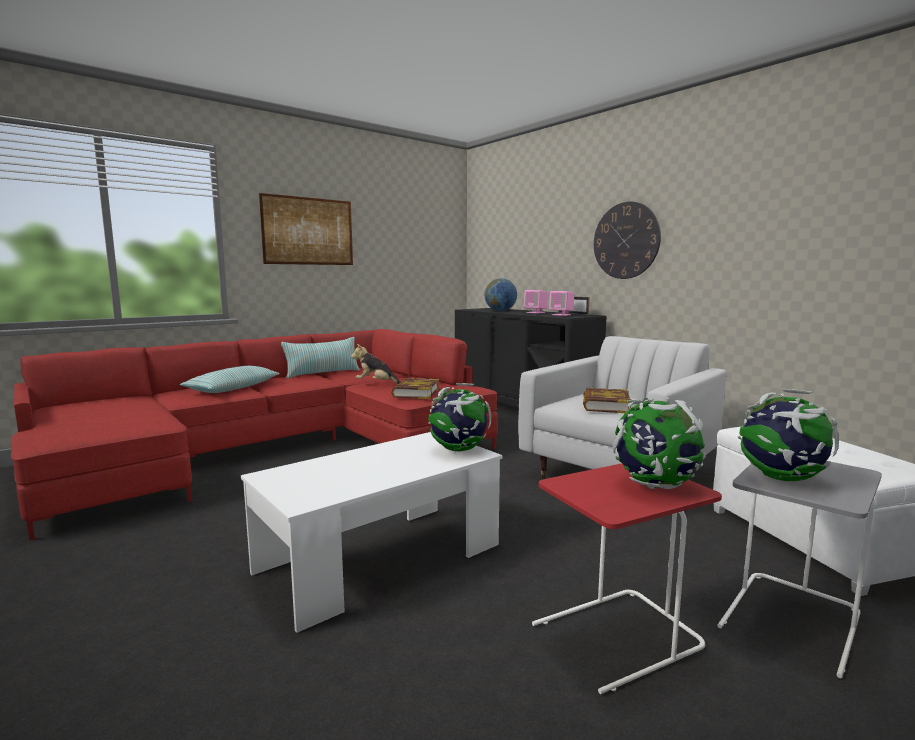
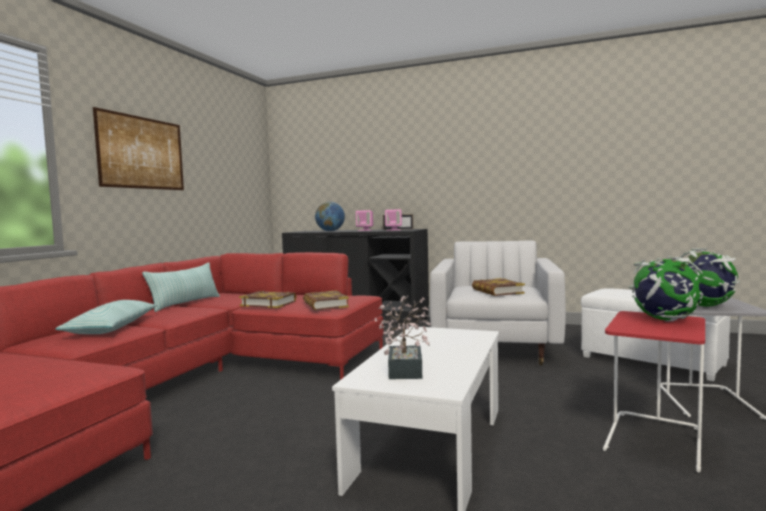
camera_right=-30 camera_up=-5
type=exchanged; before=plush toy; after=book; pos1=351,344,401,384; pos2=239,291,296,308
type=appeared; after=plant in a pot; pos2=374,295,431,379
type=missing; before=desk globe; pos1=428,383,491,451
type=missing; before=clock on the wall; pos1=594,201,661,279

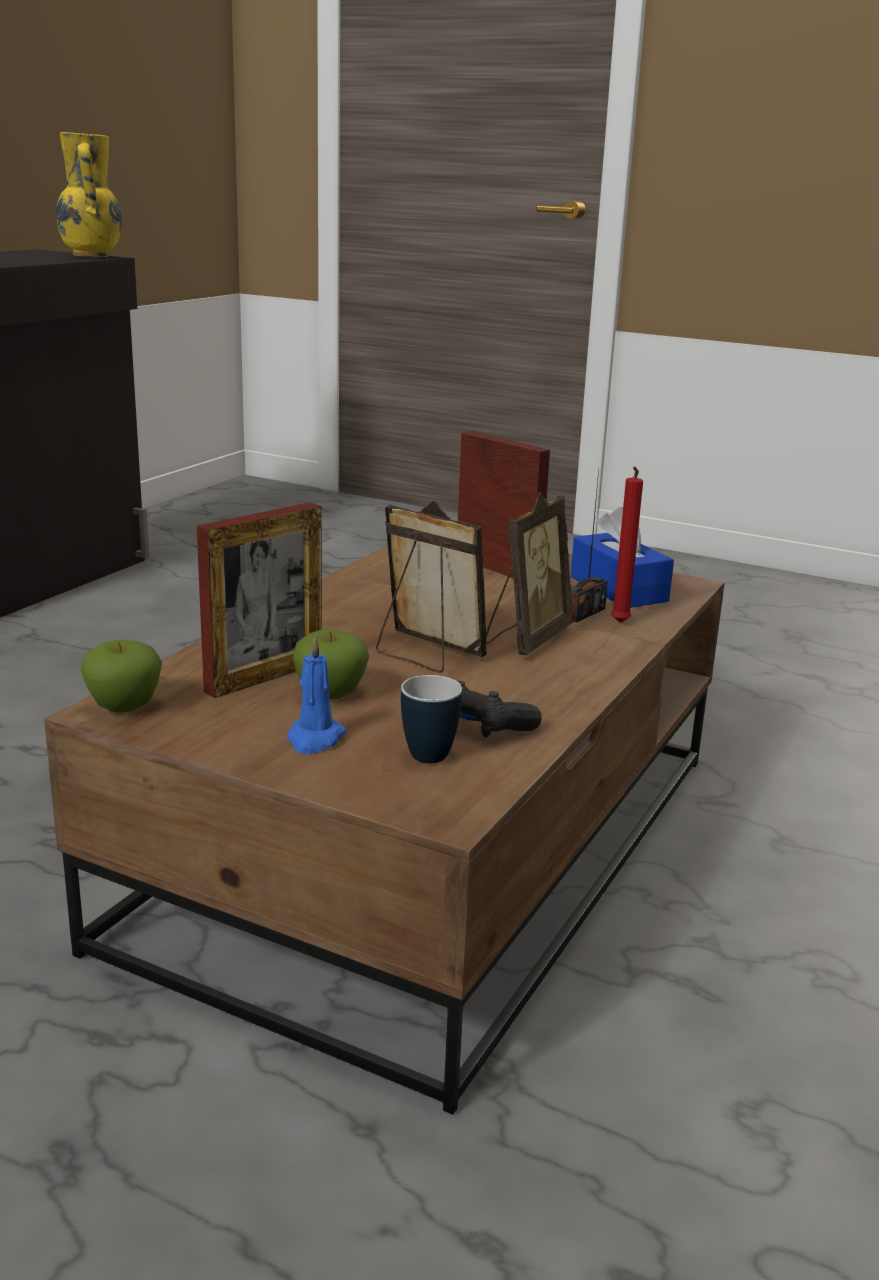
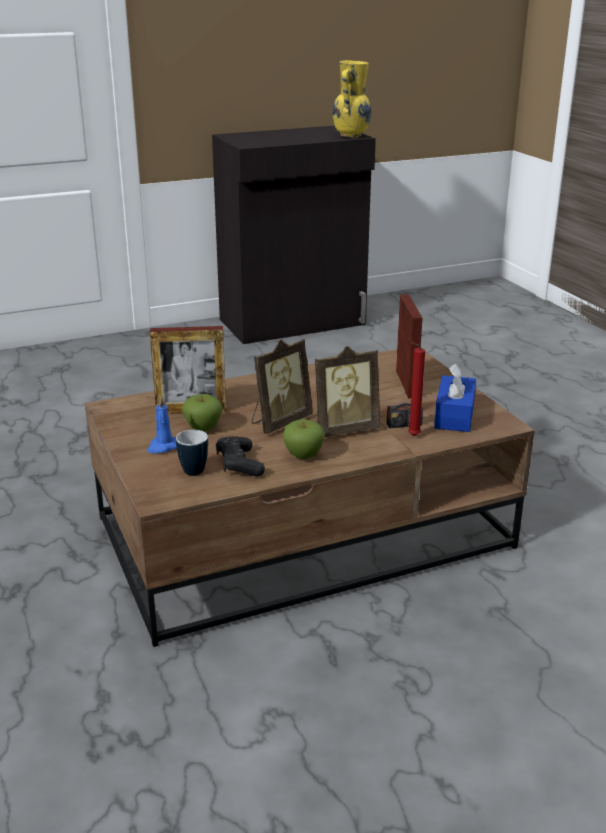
camera_right=40 camera_up=5
type=spun; before=photo frame; pos1=376,500,487,673; pos2=251,339,313,434; turn=60
type=relocated; before=whole apple; pos1=81,640,162,713; pos2=282,419,325,459

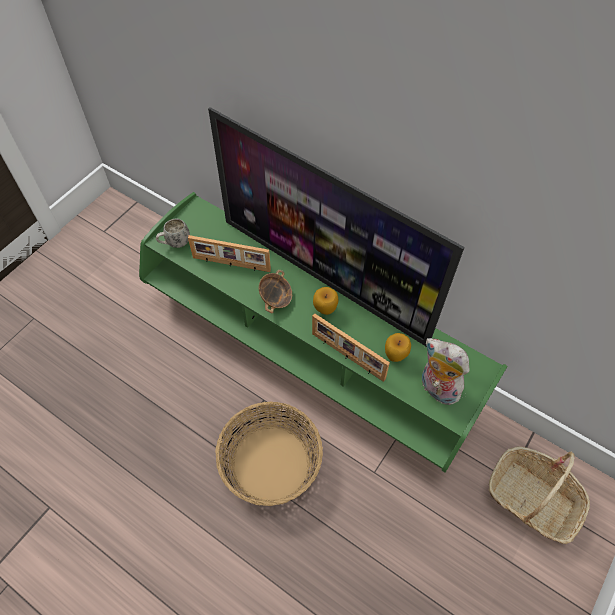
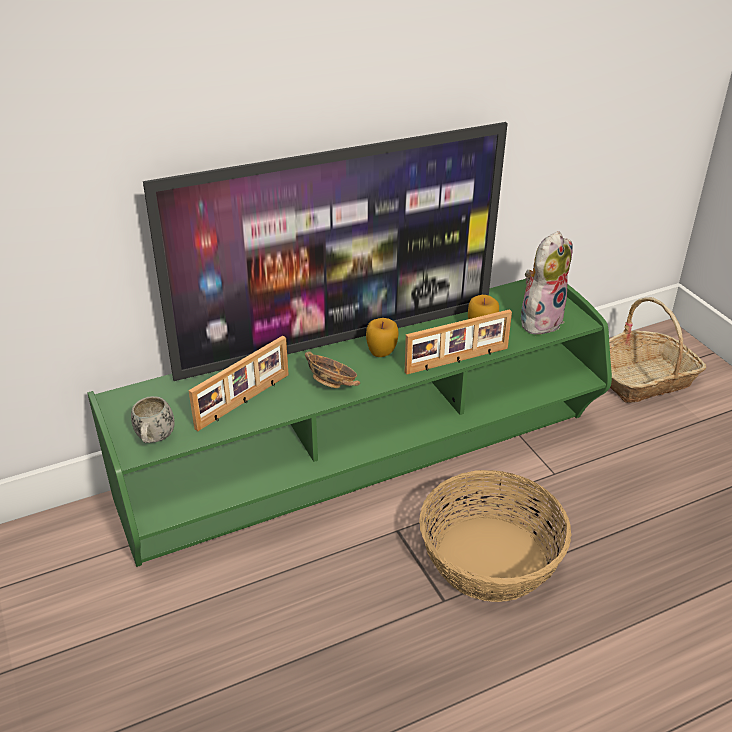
camera_right=-60 camera_up=-20
type=spun; before=plush toy; pos1=422,338,469,405; pos2=521,231,573,335; turn=150

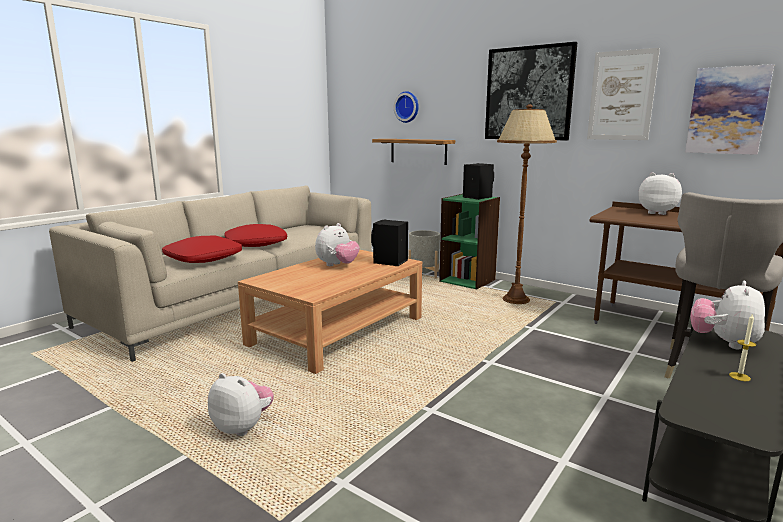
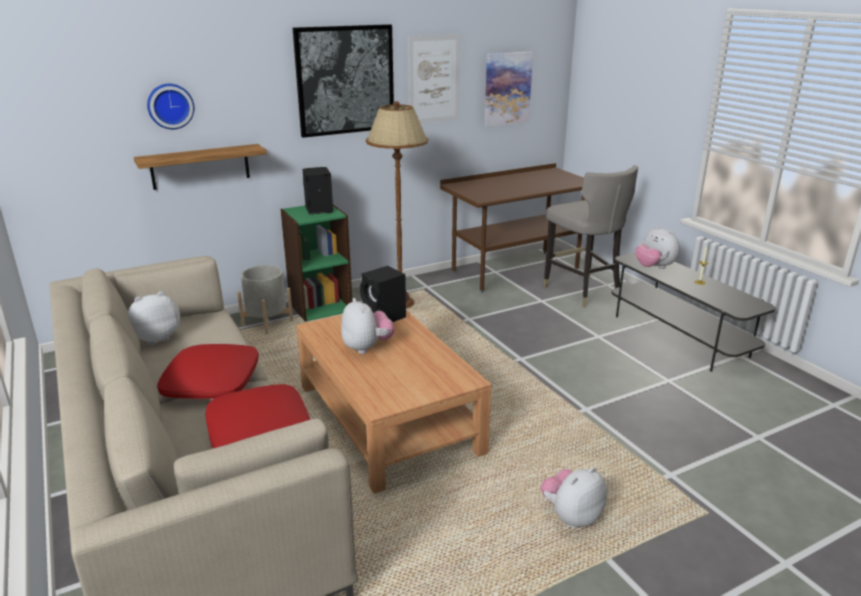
camera_right=-65 camera_up=10
type=relocated; before=plush toy; pos1=638,172,682,215; pos2=127,291,180,345

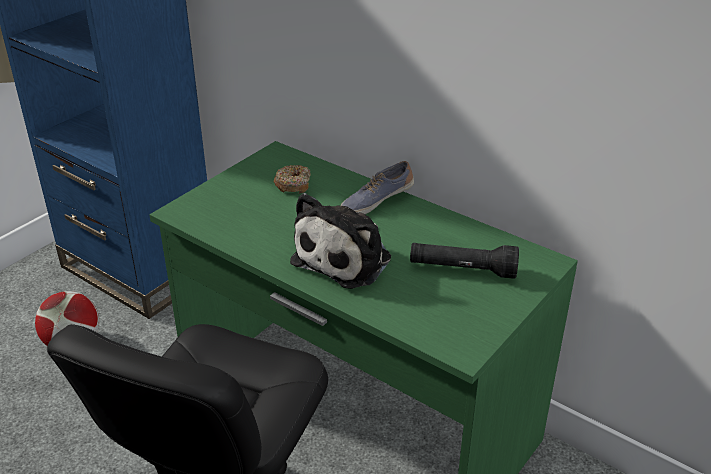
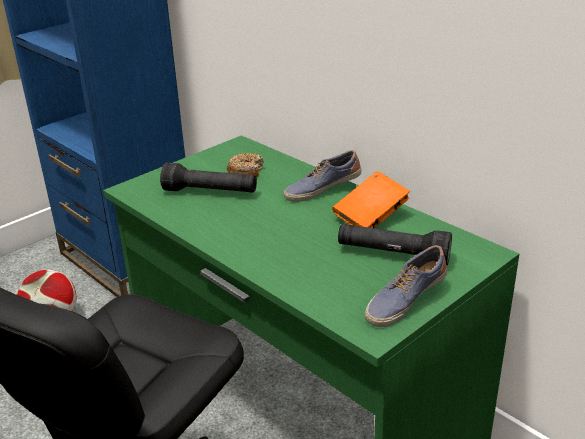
camera_right=10 camera_up=-5
type=appeared; after=hand torch/black; pos2=160,162,257,193
type=appeared; after=book/orangey; pos2=332,171,410,228
type=appeared; after=low shoe; pos2=365,245,447,327
type=missing; before=plush toy; pos1=290,193,391,289

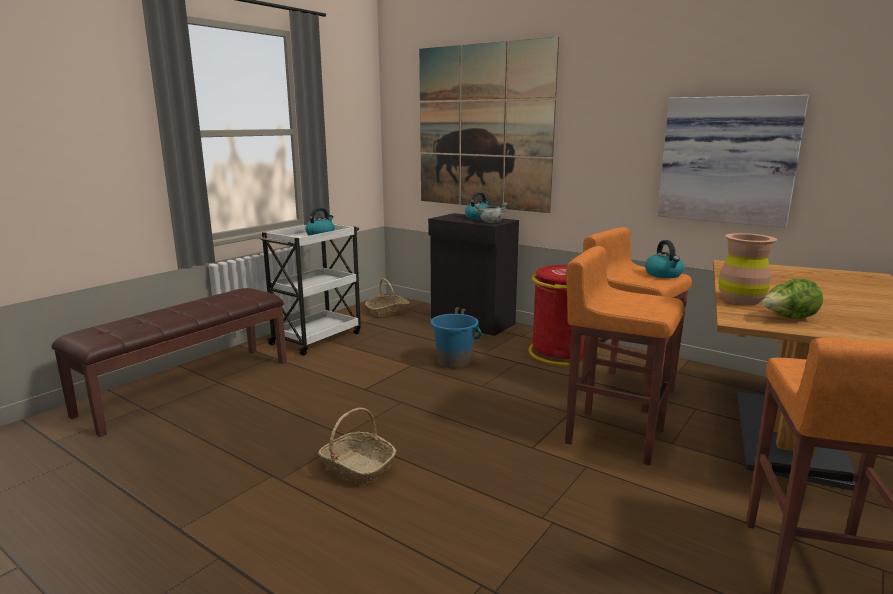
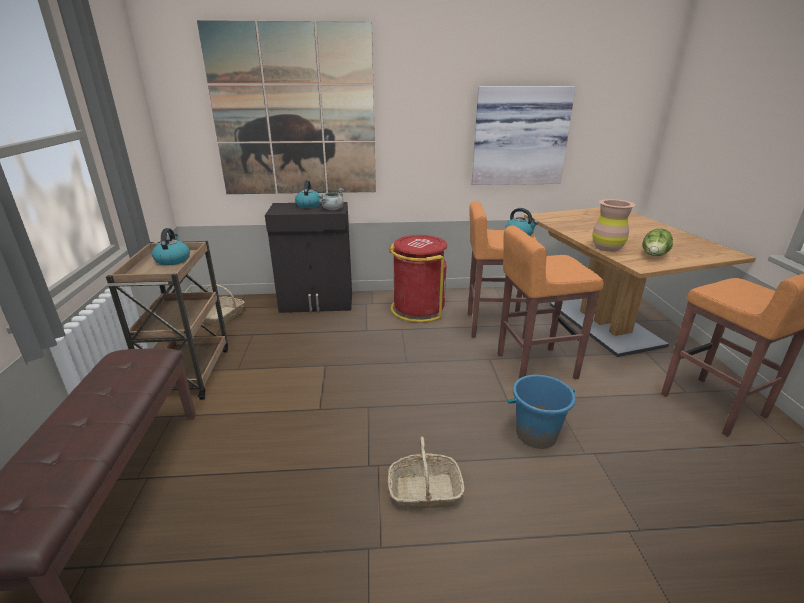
camera_right=-40 camera_up=10
type=colour; before=trolley/whitish; after=trolley/brownish; pos1=258,224,361,356; pos2=106,241,228,400
type=relocated; before=bucket/blue-coloured; pos1=430,314,482,369; pos2=507,375,576,449

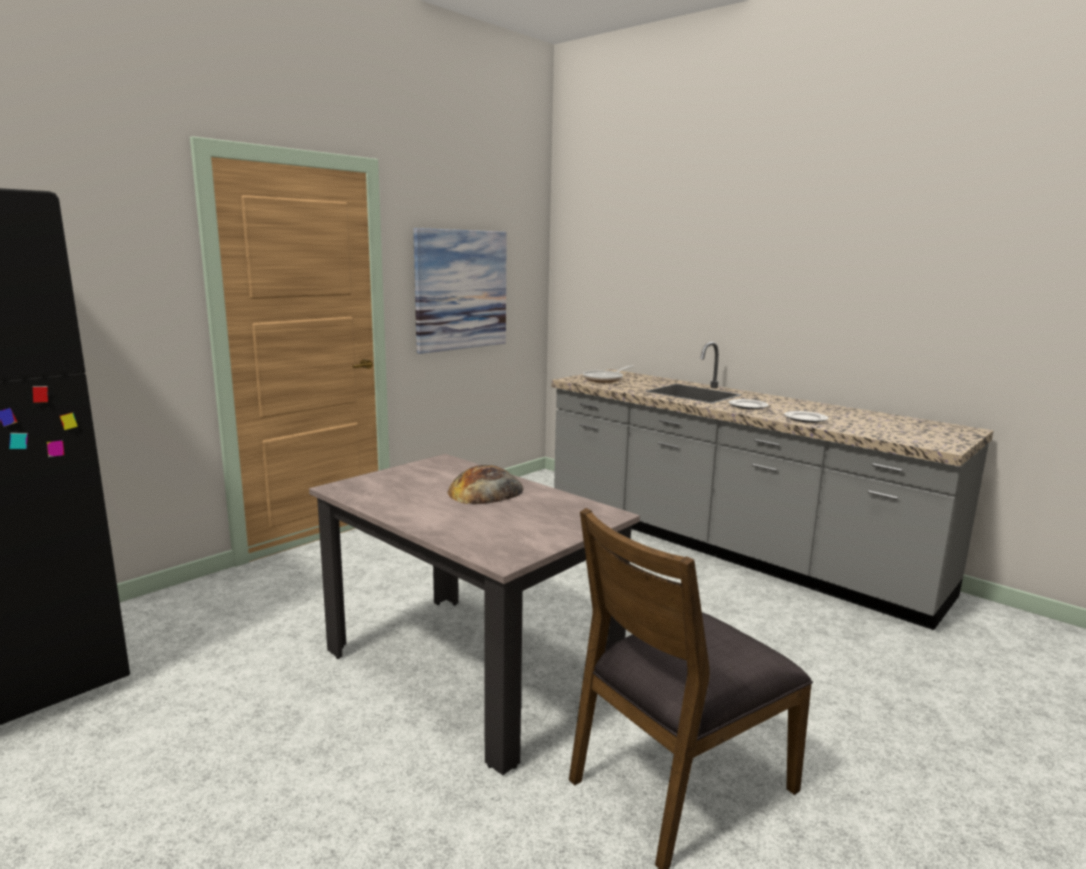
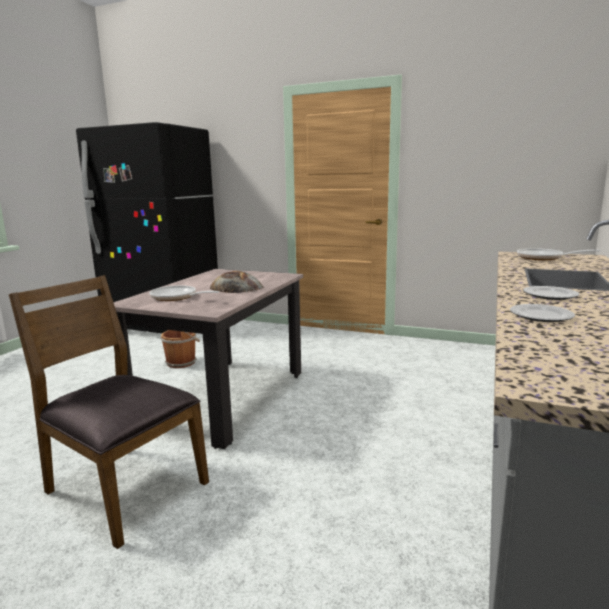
camera_right=70 camera_up=0
type=appeared; after=pan; pos2=149,285,219,301
type=appeared; after=bucket/brownish; pos2=160,330,200,368
type=missing; before=wall art; pos1=413,228,507,354

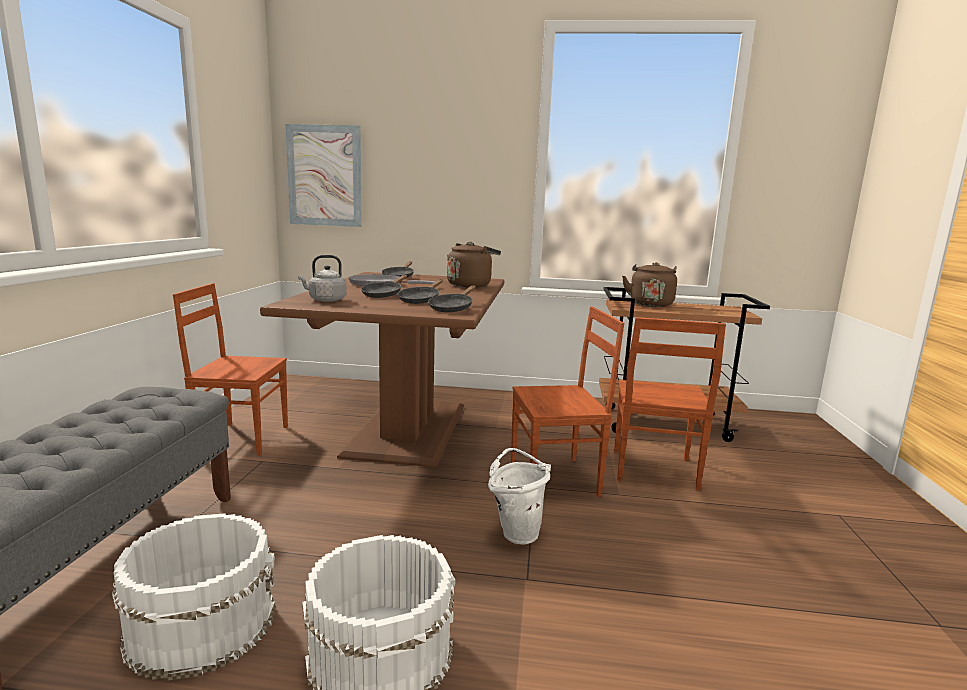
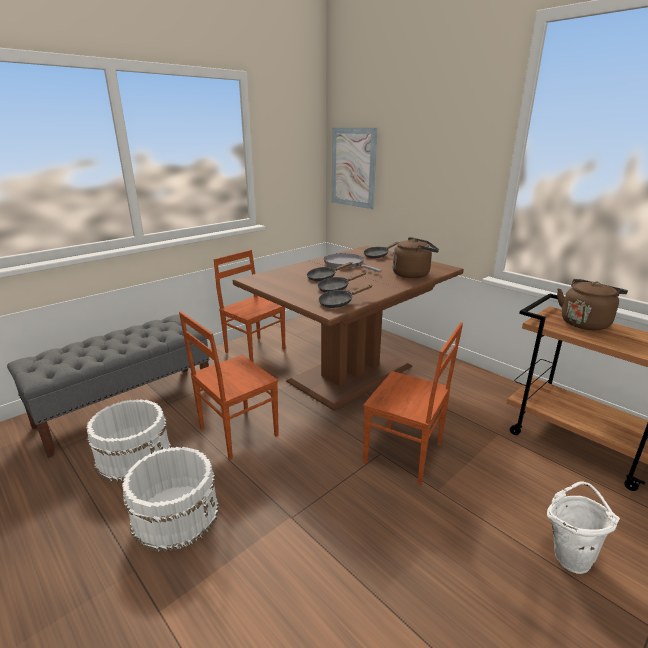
camera_right=40 camera_up=10
type=relocated; before=plain chair/brownish; pos1=614,317,726,490; pos2=179,311,279,460
type=relocated; before=bucket/whitish; pos1=488,448,551,545; pos2=547,481,620,574
type=missing; before=water kettle/greyish; pos1=298,255,347,302

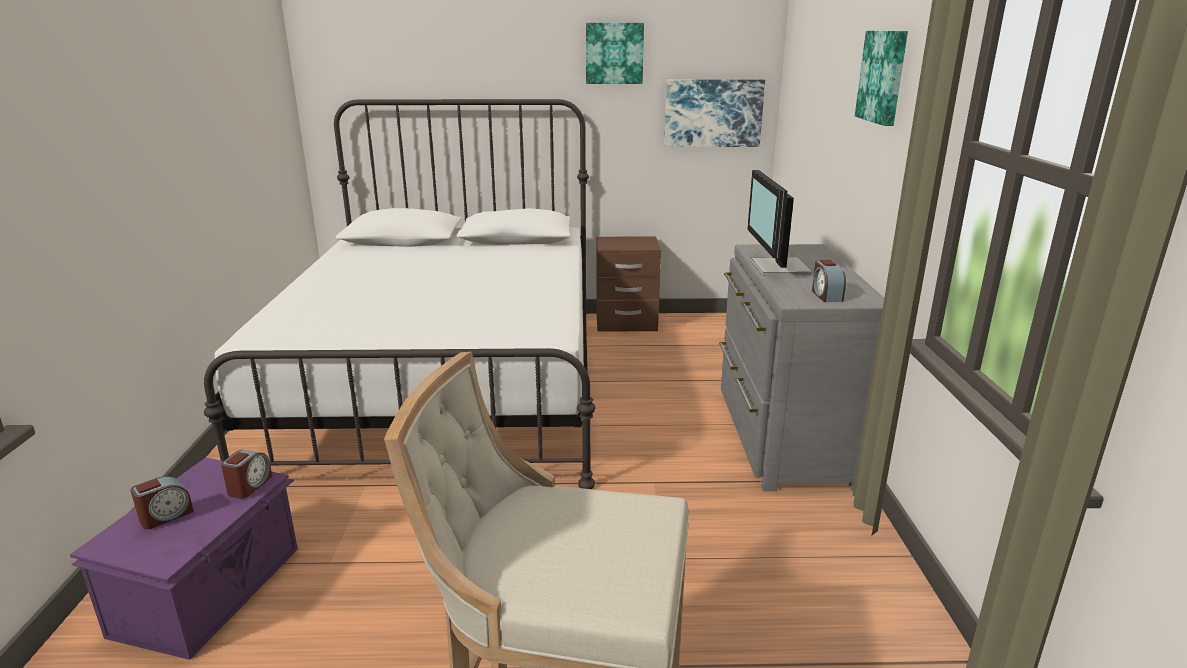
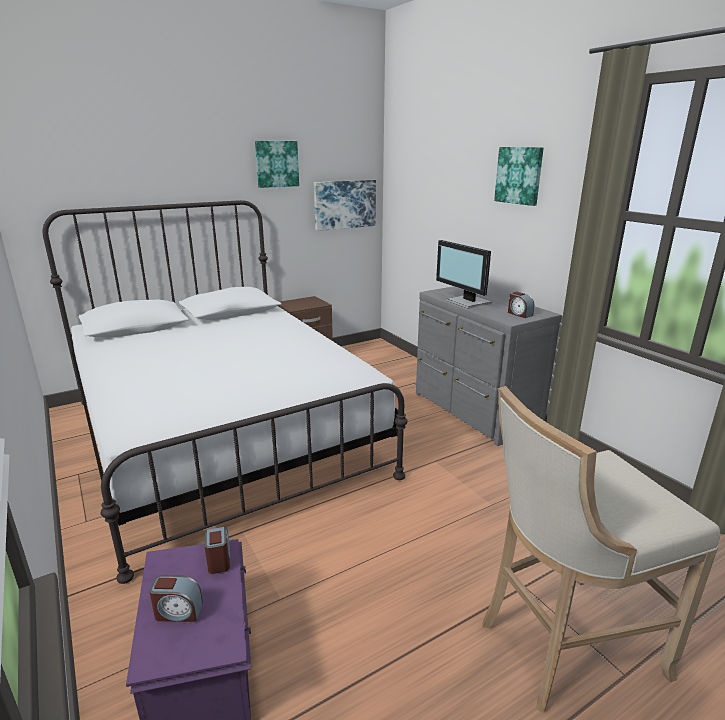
camera_right=-30 camera_up=0
type=spun; before=table clock; pos1=130,476,194,529; pos2=149,575,203,622; turn=75

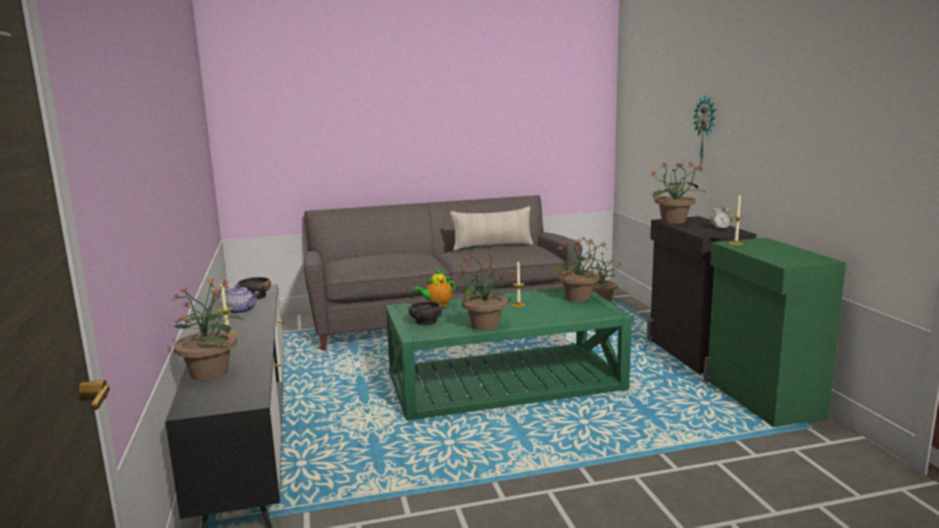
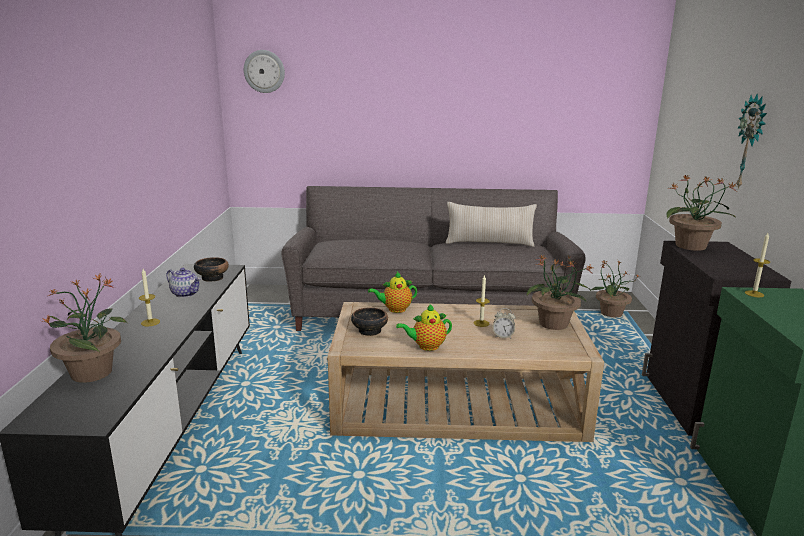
camera_right=15 camera_up=5
type=appeared; after=clock on the wall; pos2=244,50,285,93
type=colour; before=lounge table/green-coloured; after=lounge table/beige; pos1=386,287,632,420; pos2=327,302,604,442
type=exchanged; before=plant in a pot; after=pot for tea; pos1=449,253,516,330; pos2=396,304,452,351
type=relocated; before=table clock; pos1=710,204,732,228; pos2=493,308,516,338

